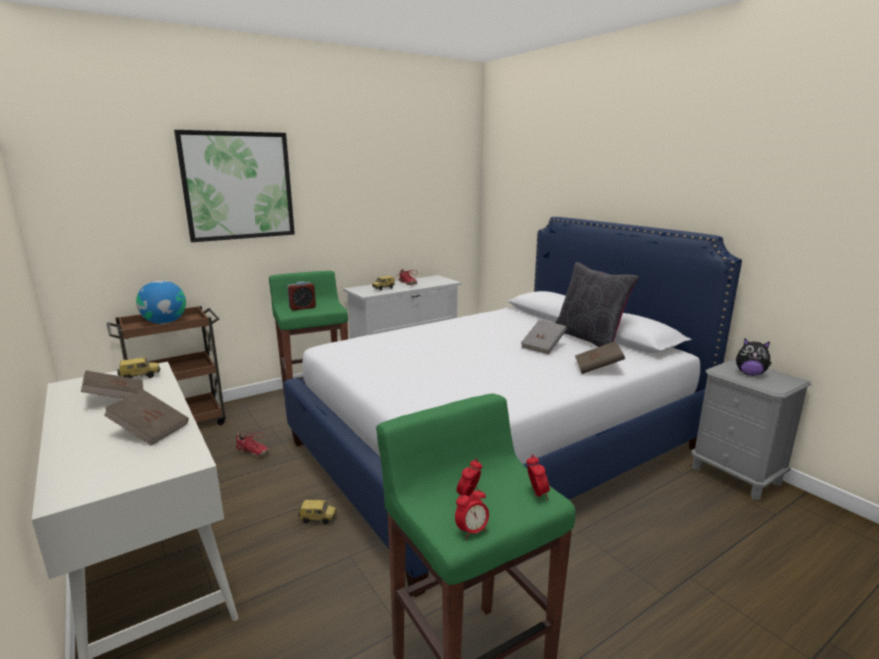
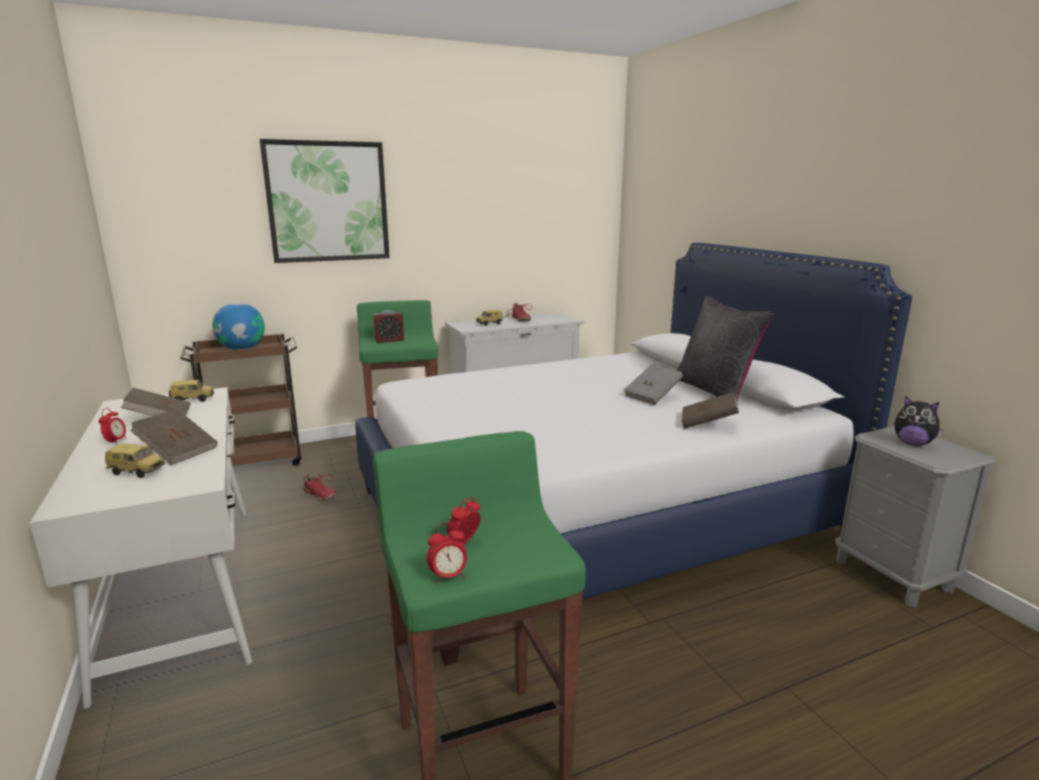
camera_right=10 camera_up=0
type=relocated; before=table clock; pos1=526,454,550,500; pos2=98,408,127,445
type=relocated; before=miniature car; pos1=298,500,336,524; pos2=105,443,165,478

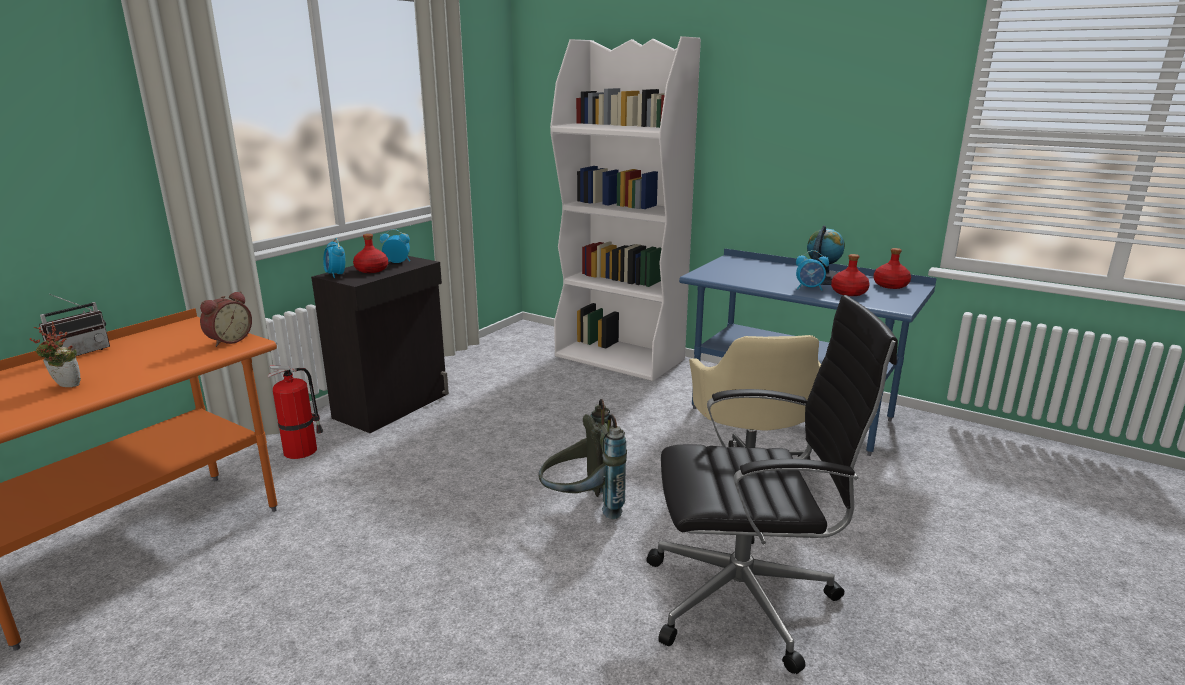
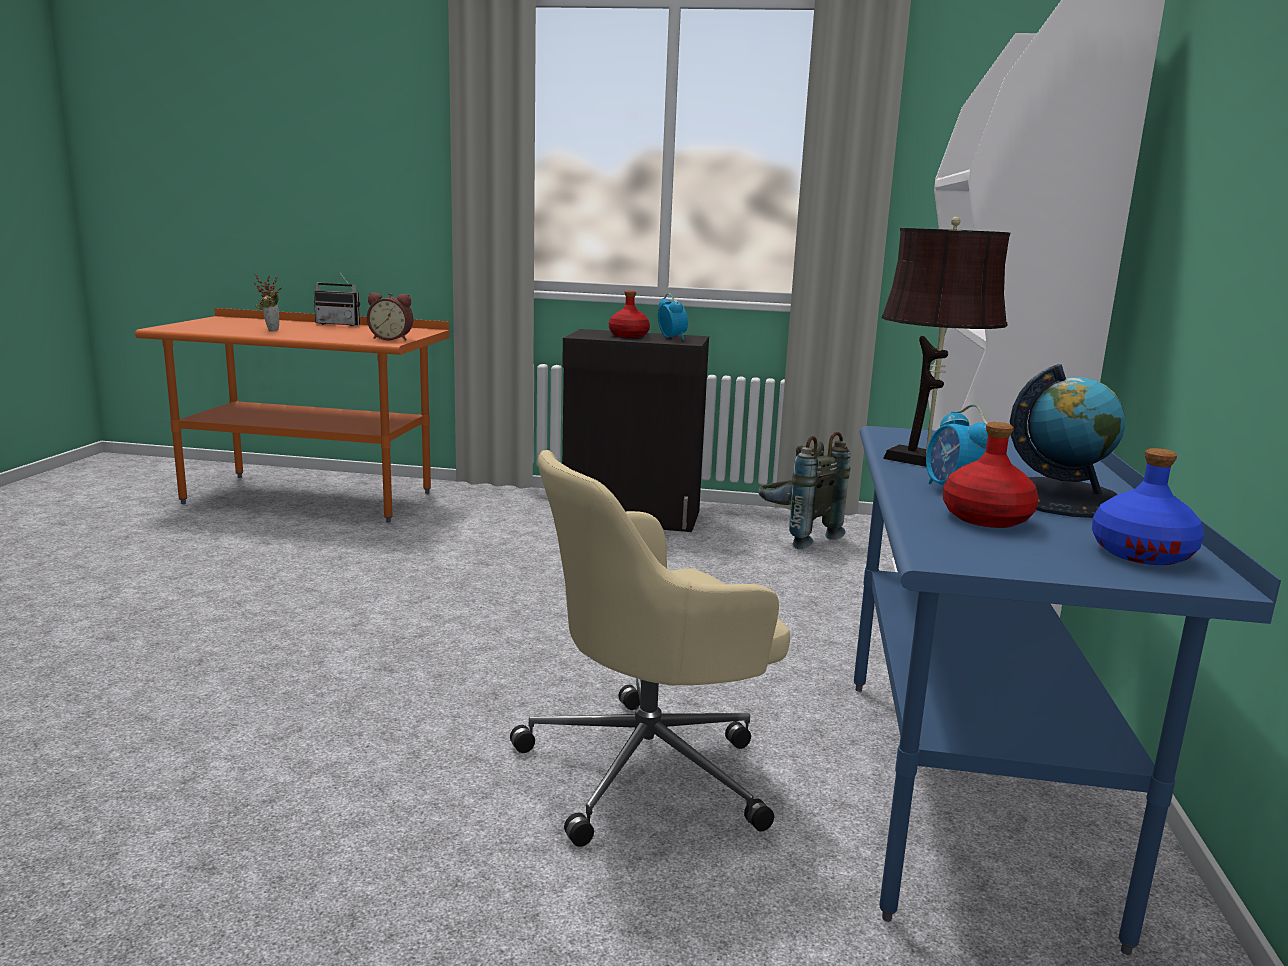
camera_right=65 camera_up=-5
type=relocated; before=rucksack/greyish; pos1=539,399,627,519; pos2=758,432,850,549
type=appeared; after=tabletop lamp/brownish; pos2=881,217,1011,467
type=colour; before=beverage bottle/reddish; after=beverage bottle/blue-coloured; pos1=873,248,911,289; pos2=1092,448,1204,565
type=missing; before=extinguisher; pos1=268,366,323,459
type=missing; before=table clock; pos1=323,238,345,278
type=missing; before=office chair/black; pos1=646,295,898,674

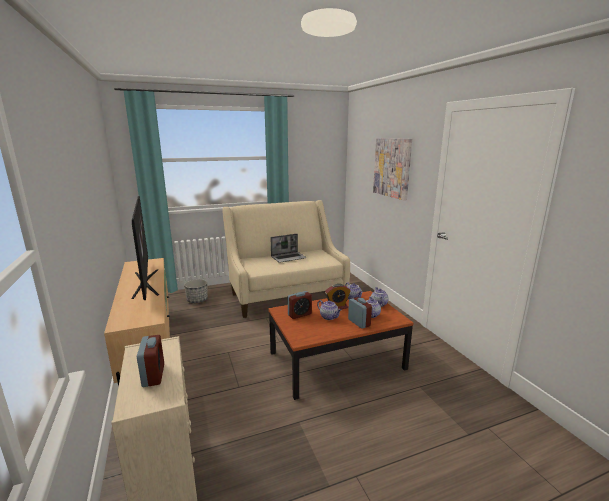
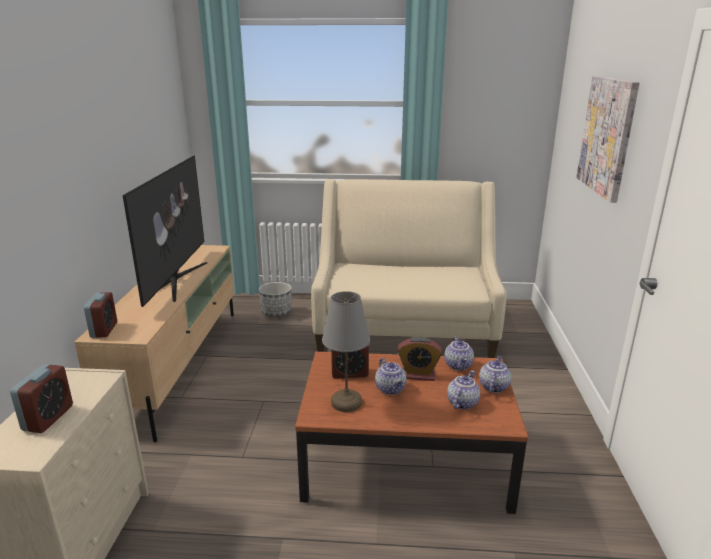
camera_right=25 camera_up=5
type=relocated; before=table clock; pos1=348,297,372,329; pos2=84,292,117,338
type=appeared; after=tabletop lamp/greyish; pos2=322,291,370,412
type=missing; before=laptop; pos1=271,234,307,263

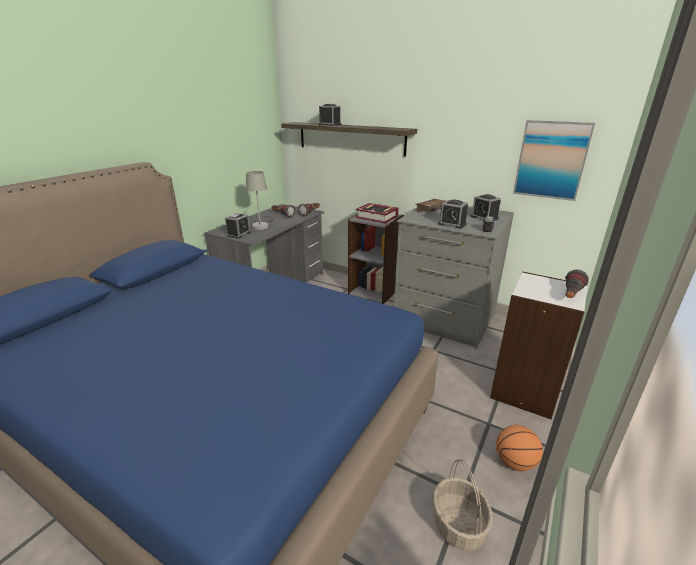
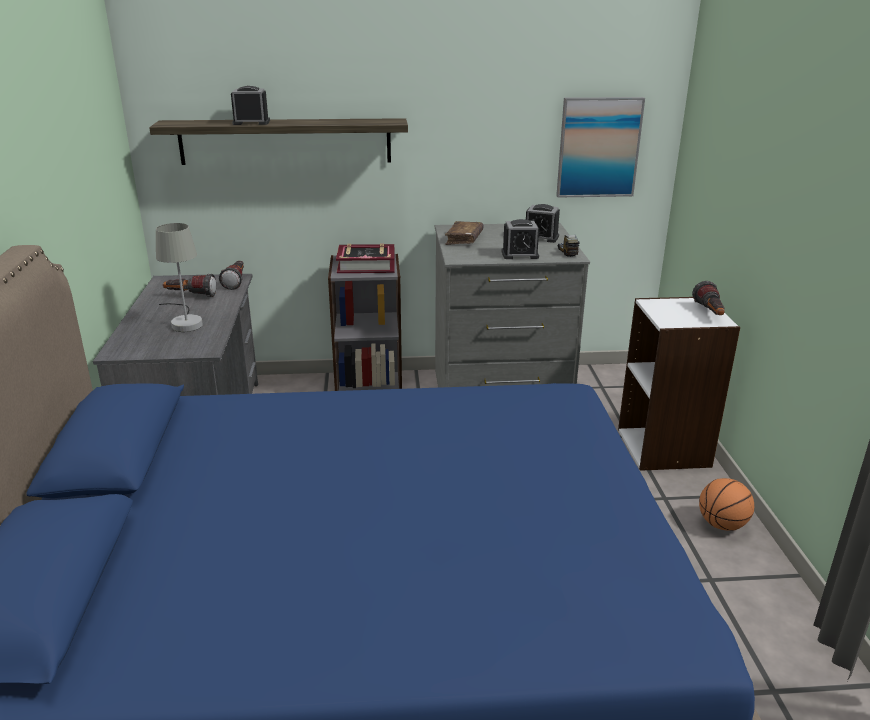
camera_right=-35 camera_up=0
type=missing; before=table clock; pos1=225,213,251,238
type=missing; before=basket; pos1=433,459,493,551

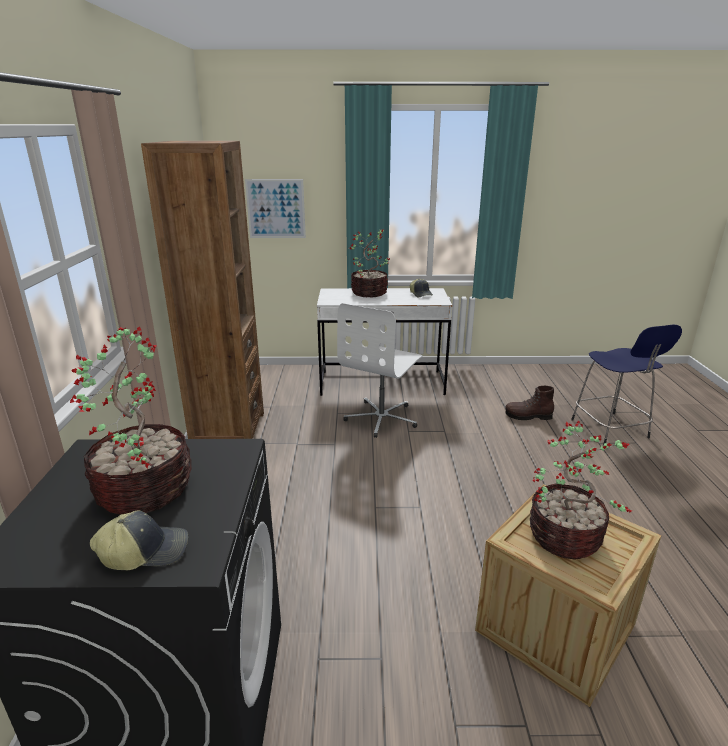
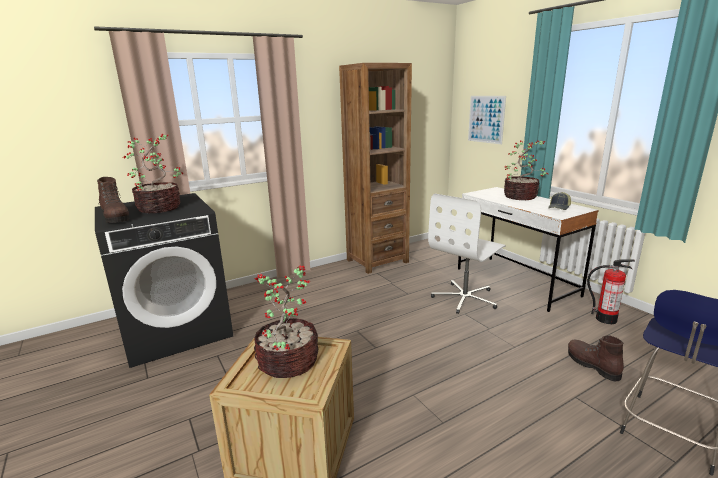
camera_right=60 camera_up=-5
type=exchanged; before=peaked cap; after=boot/brownish; pos1=90,511,188,570; pos2=97,177,129,223
type=spun; before=office chair/whitish; pos1=337,303,423,438; pos2=428,194,506,314; turn=-45
type=appeared; after=extinguisher; pos2=587,259,635,324

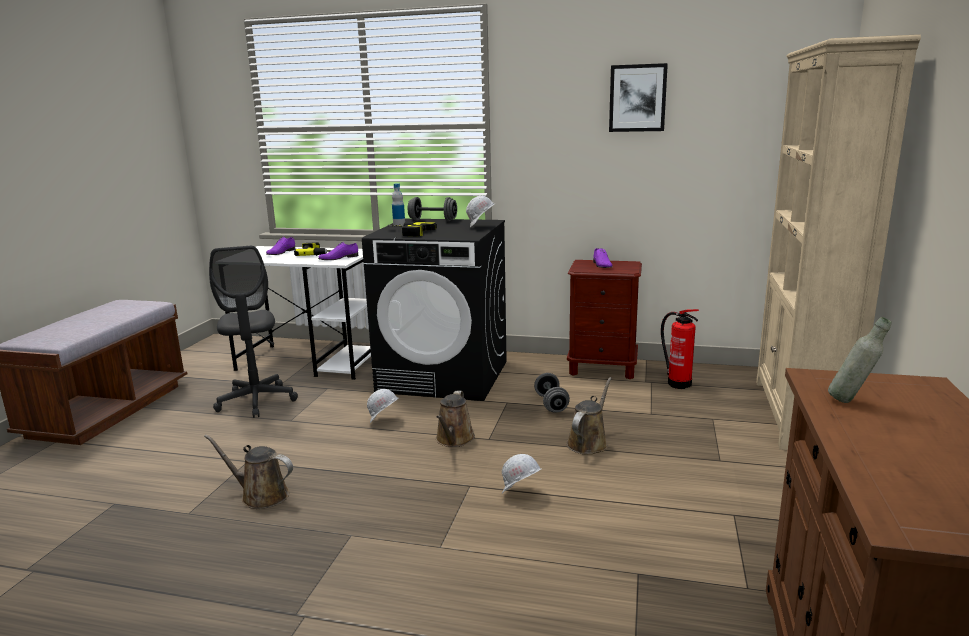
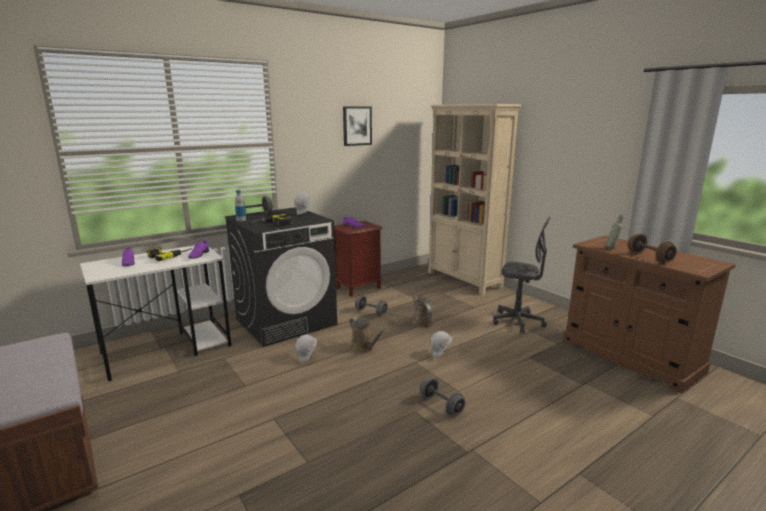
camera_right=-50 camera_up=0
type=appeared; after=hand weight/greyish; pos2=420,377,466,415
type=relocated; before=office chair/greyish; pos1=209,246,298,418; pos2=493,217,550,334
type=appeared; after=hand weight/brownish; pos2=627,233,677,263
type=missing; before=sprinkling can/brownish; pos1=204,434,293,509
type=missing; before=extinguisher; pos1=661,309,699,389

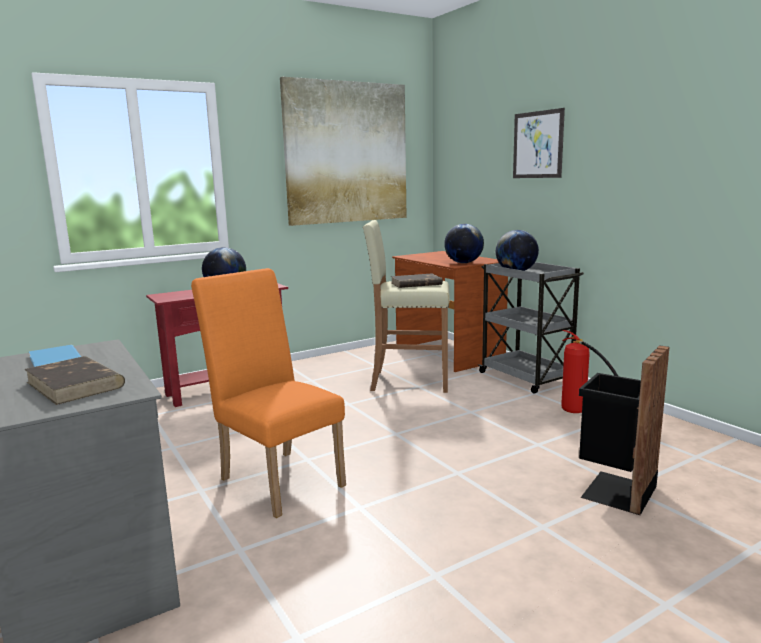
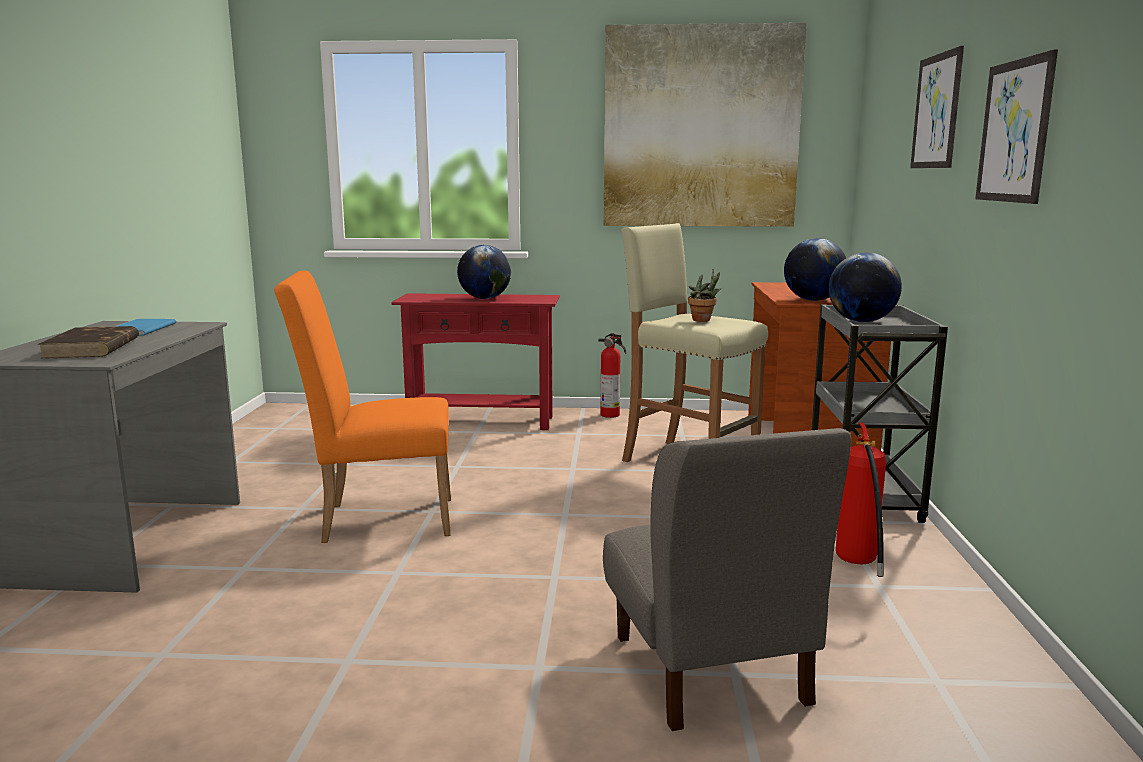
camera_right=35 camera_up=0
type=spun; before=plain chair/orangey; pos1=191,268,346,518; pos2=274,270,451,543; turn=-90
type=appeared; after=extinguisher; pos2=599,333,626,418
type=exchanged; before=trash can/black; after=plain chair/greyish; pos1=579,345,670,515; pos2=603,428,851,731
type=exchanged; before=book/brownish; after=plant in a pot; pos1=391,273,443,288; pos2=688,269,721,322
type=appeared; after=wall art; pos2=975,50,1058,204

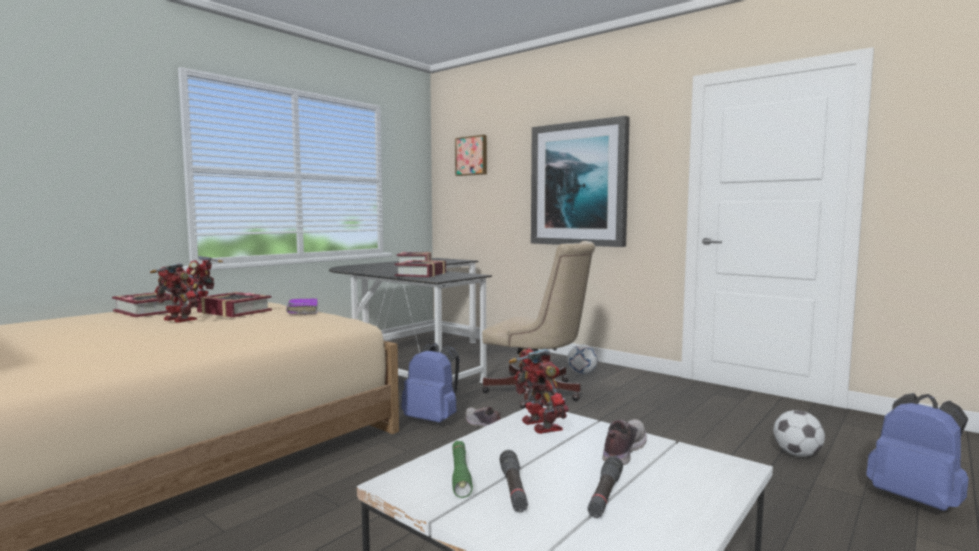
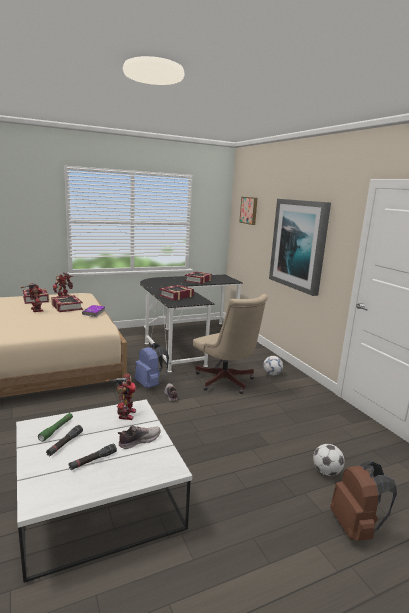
camera_right=25 camera_up=10
type=colour; before=rucksack/blue-coloured; after=rucksack/brownish; pos1=866,393,969,511; pos2=330,461,397,541

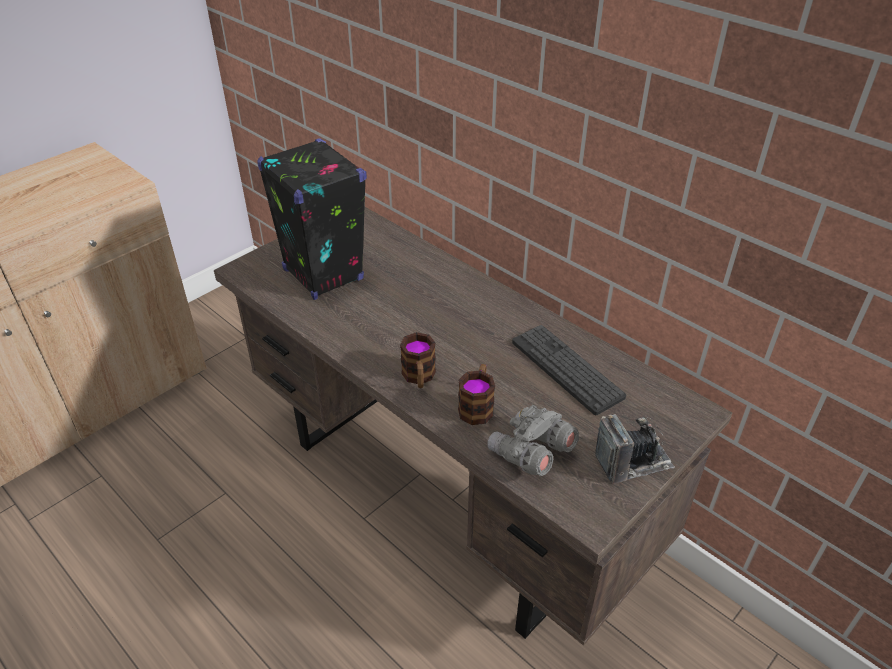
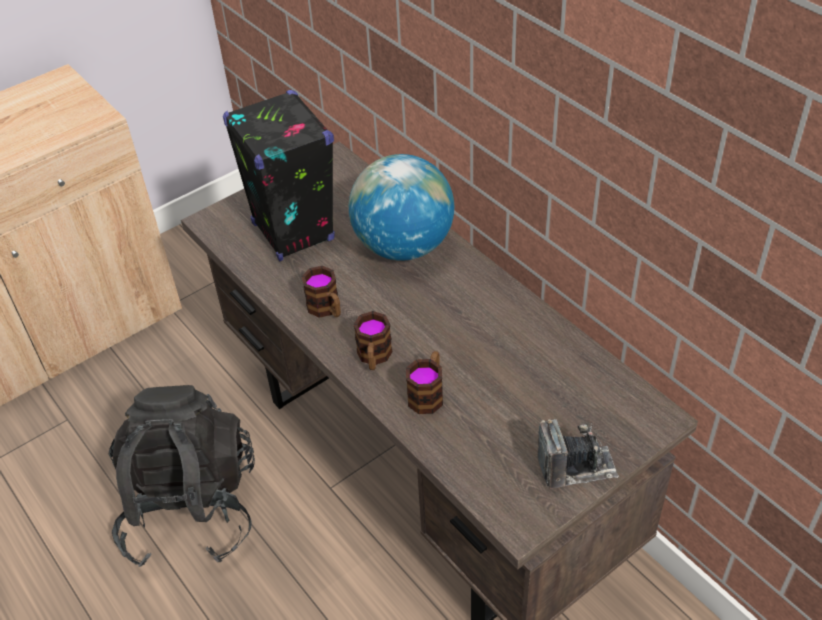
camera_right=10 camera_up=5
type=appeared; after=rucksack/black; pos2=109,385,255,567
type=appeared; after=coffee mug; pos2=301,266,341,318
type=appeared; after=desk globe; pos2=349,154,454,261
type=missing; before=field glasses/greyish; pos1=487,405,579,476
type=missing; before=computer keyboard; pos1=512,325,626,416

